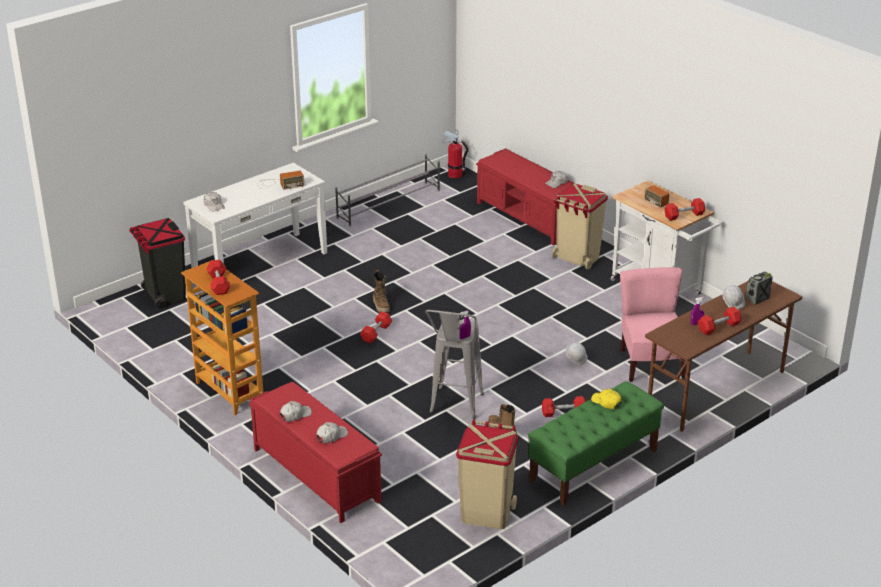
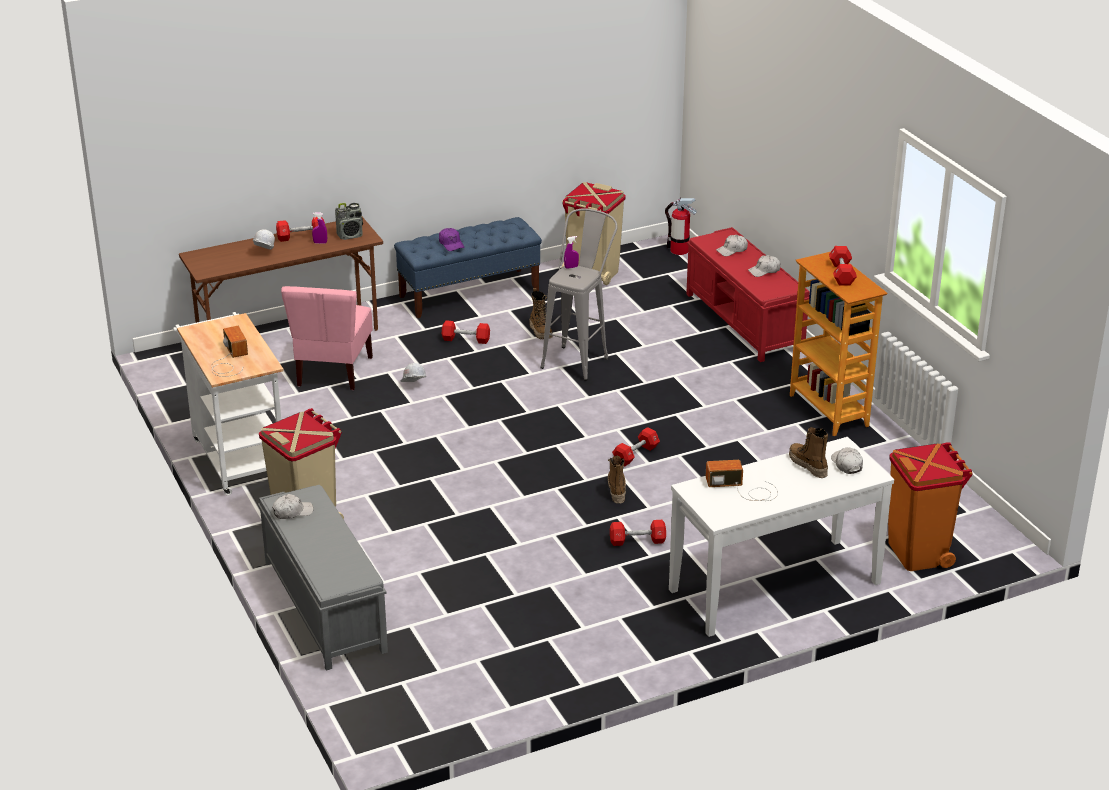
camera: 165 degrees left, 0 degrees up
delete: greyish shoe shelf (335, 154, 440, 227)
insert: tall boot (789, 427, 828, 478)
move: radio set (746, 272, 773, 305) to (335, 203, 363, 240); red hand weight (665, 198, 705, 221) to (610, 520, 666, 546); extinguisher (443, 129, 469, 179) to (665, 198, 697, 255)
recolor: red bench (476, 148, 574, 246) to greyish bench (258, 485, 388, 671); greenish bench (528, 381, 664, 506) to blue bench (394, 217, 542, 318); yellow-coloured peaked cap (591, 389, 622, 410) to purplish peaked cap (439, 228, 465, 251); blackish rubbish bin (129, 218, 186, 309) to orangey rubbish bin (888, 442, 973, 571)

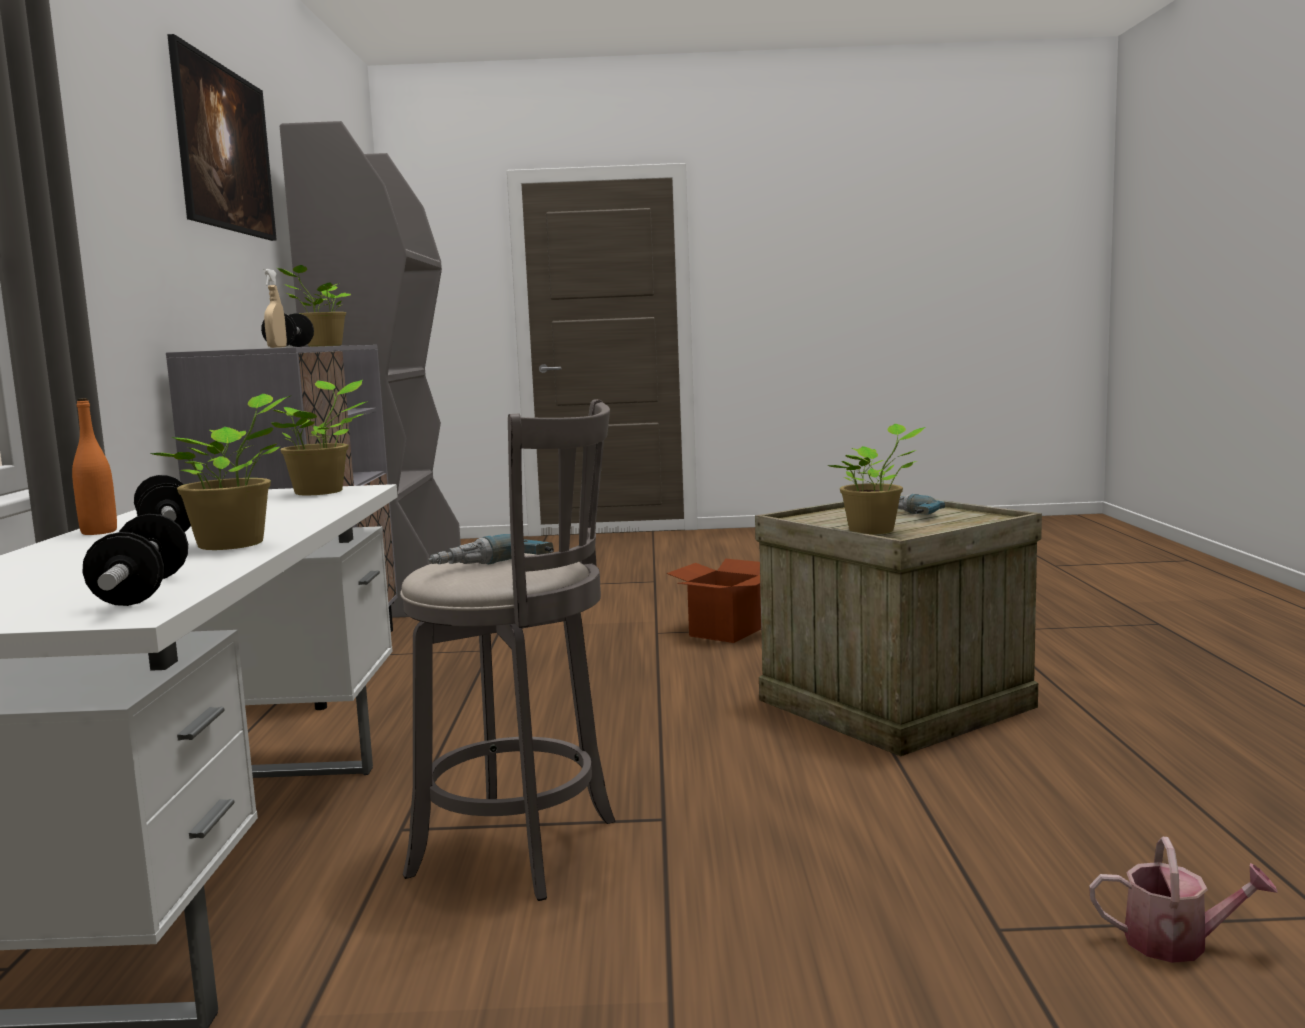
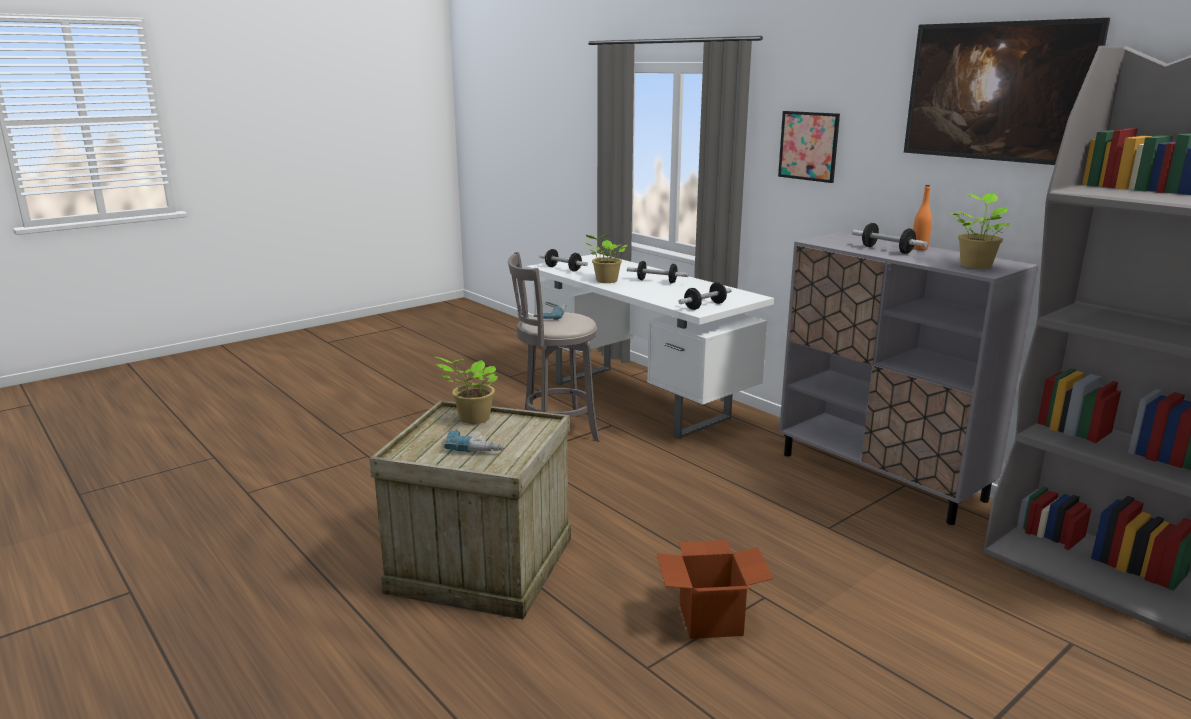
camera: 140 degrees right, 10 degrees up
delete: sand-coloured spray bottle (263, 269, 287, 348); watering pot (1089, 837, 1278, 963)
insert: wall art (778, 111, 840, 183)
move: orangey bottle (72, 398, 117, 535) to (913, 185, 932, 250)
replace: plant in a pot (271, 380, 368, 495) to hand weight (678, 282, 732, 310)

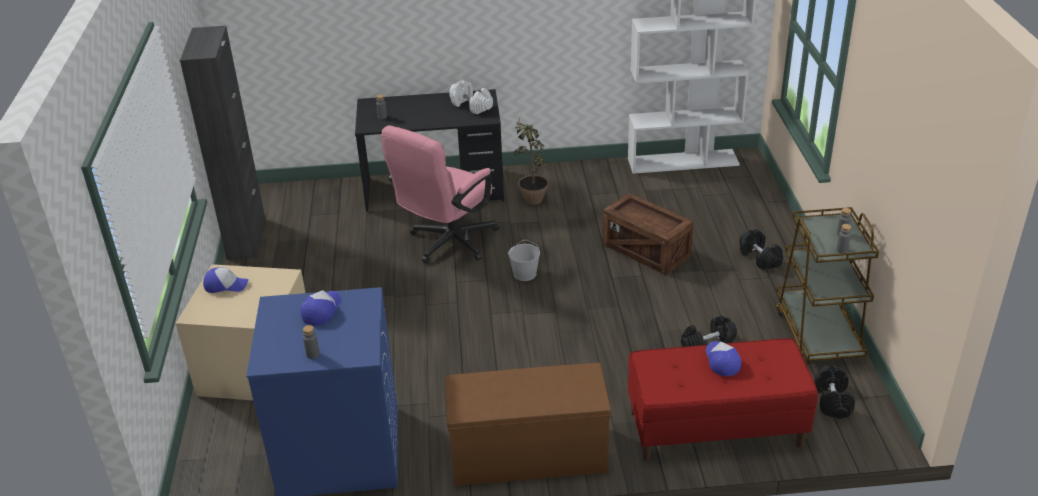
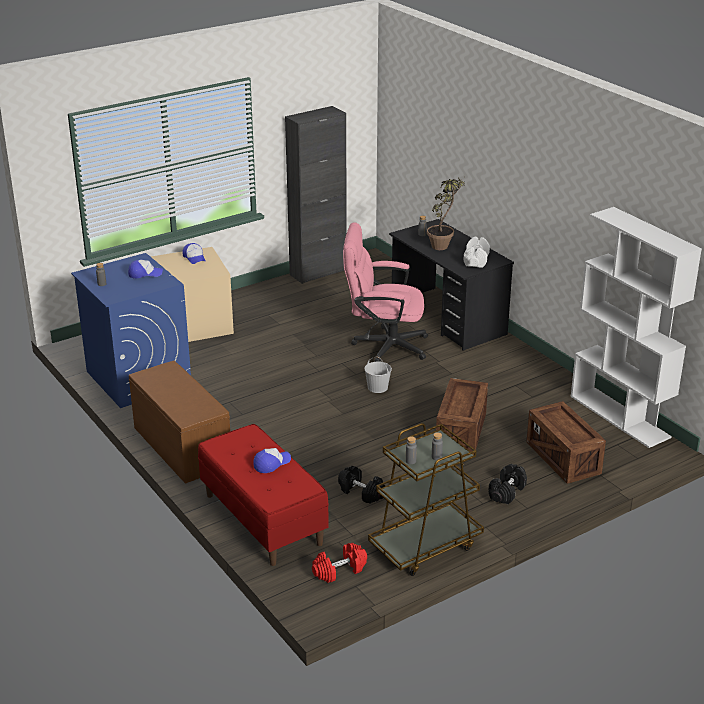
camera: 60 degrees right, 5 degrees down
insert: packing crate (526, 401, 606, 484)
move: plant in a pot (514, 117, 550, 205) to (427, 178, 465, 250)
recolor: blackish hand weight (814, 365, 855, 419) to red hand weight (312, 543, 367, 583)

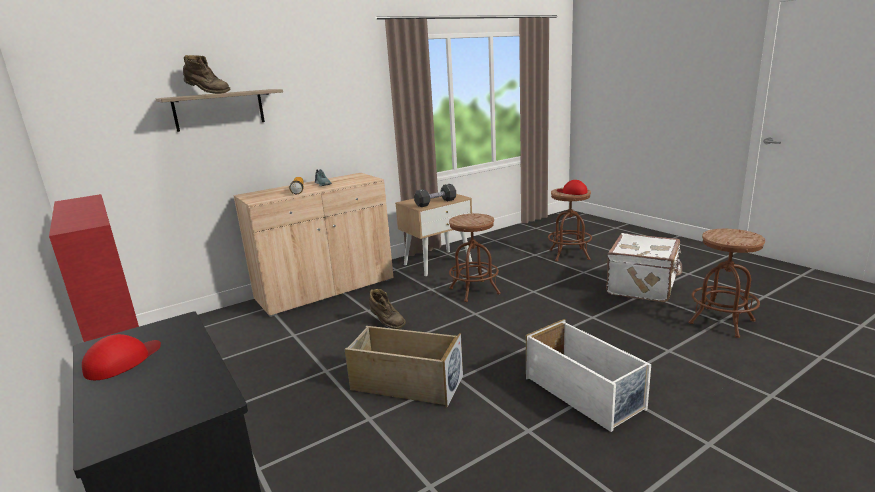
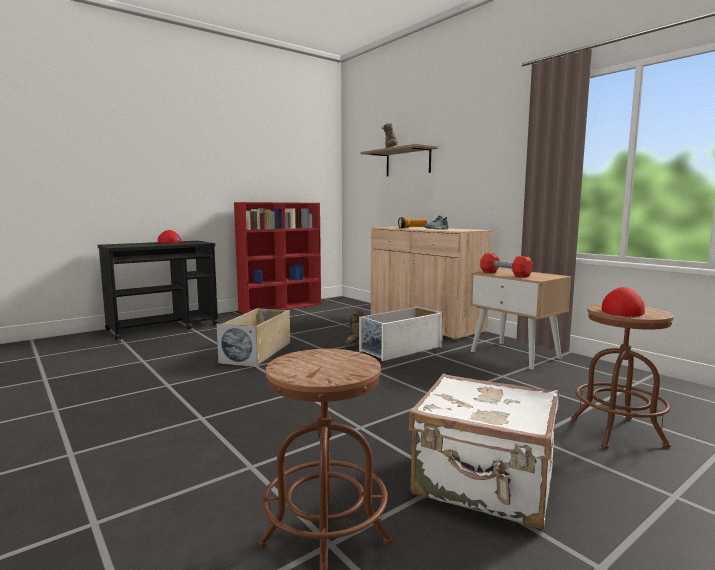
camera: 85 degrees right, 10 degrees down
delete: brown-coloured stool seat (449, 214, 501, 302)
move: white-coloured storage box (526, 319, 651, 432) to (359, 306, 443, 361)
recolor: blackish hand weight (414, 184, 456, 207) to red hand weight (480, 253, 533, 278)

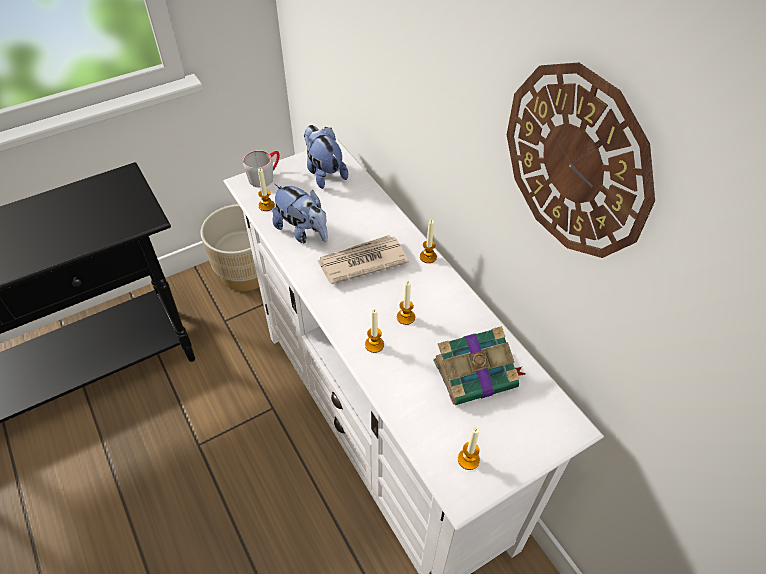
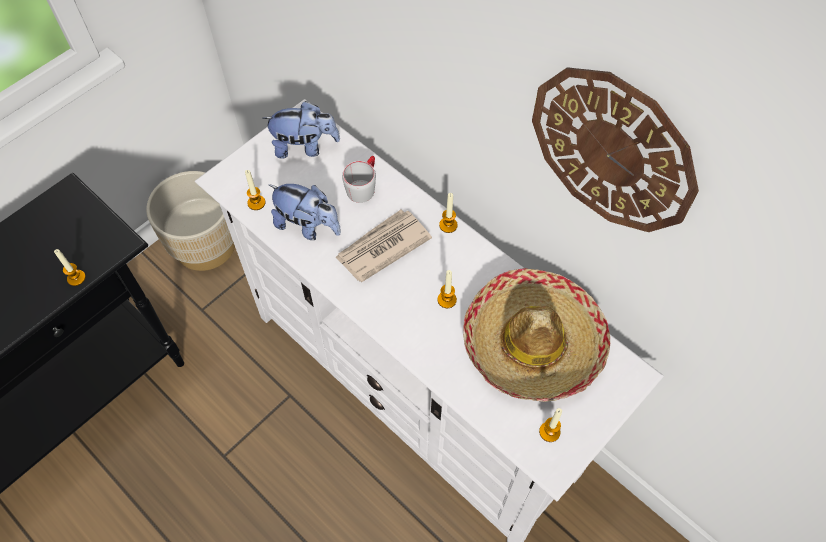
camera: 15 degrees left, 10 degrees up
move: wax candle (365, 309, 384, 353) to (54, 249, 86, 286); greyish coffee mug (243, 150, 280, 188) to (342, 156, 376, 203)
replace: bound book (433, 326, 526, 405) to wearable hat (463, 268, 610, 402)
rotate: soft toy (304, 125, 348, 189) = (262, 101, 340, 159) 135 degrees clockwise

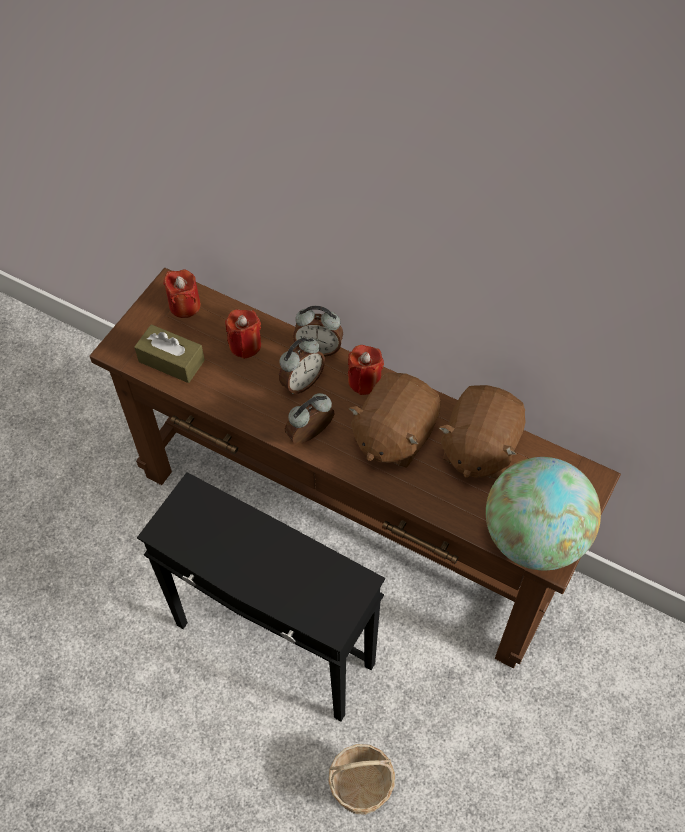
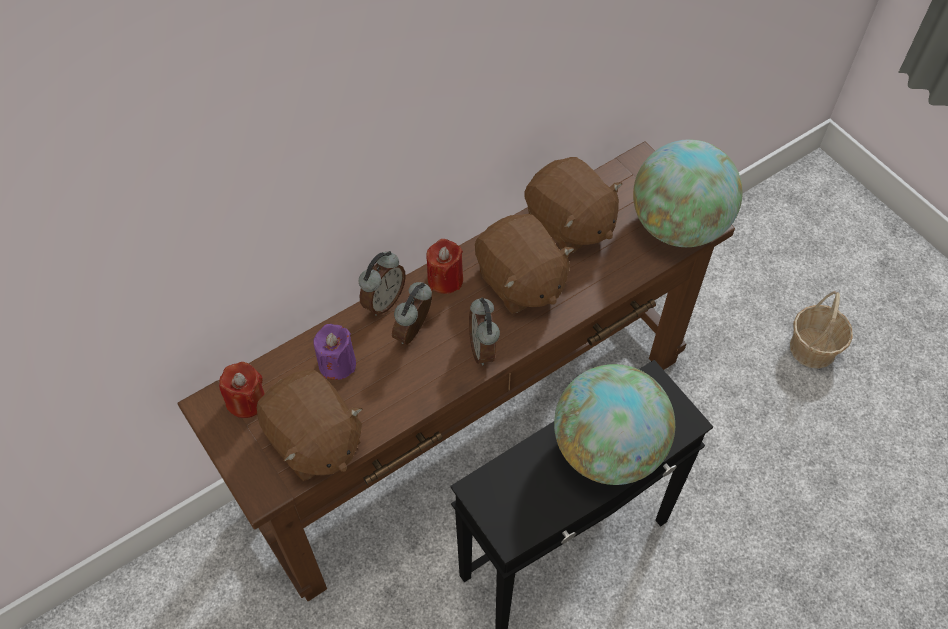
camera: 65 degrees left, 0 degrees up
insert: desk globe (554, 364, 675, 485)
move: storage basket (329, 744, 395, 815) to (790, 291, 853, 369)
replace: brown-coloured tissue holder (134, 324, 205, 383) to brown-coloured soft toy (257, 369, 363, 481)
recolor: red wax candle (225, 309, 261, 359) to purplish wax candle (313, 324, 356, 380)
rotate: bedside clock (279, 338, 325, 394) = (392, 282, 432, 345) 135 degrees counterclockwise

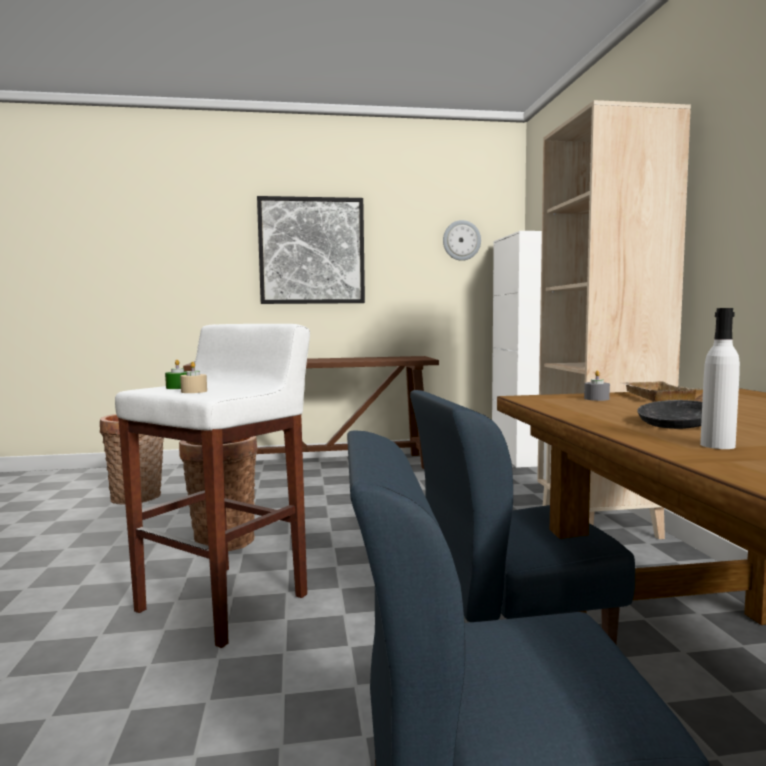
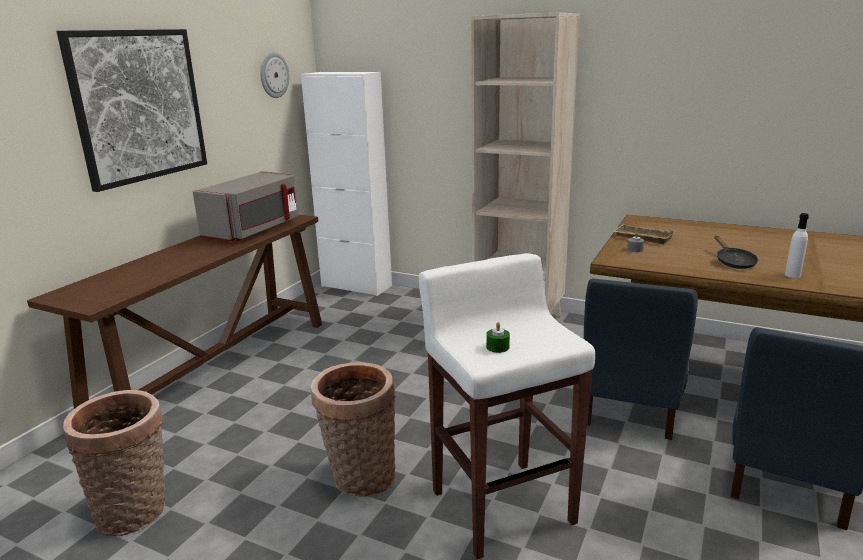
camera: 55 degrees left, 15 degrees up
delete: sand-coloured wax candle (180, 362, 207, 393)
insert: greyish kitchen microwave (193, 171, 298, 241)

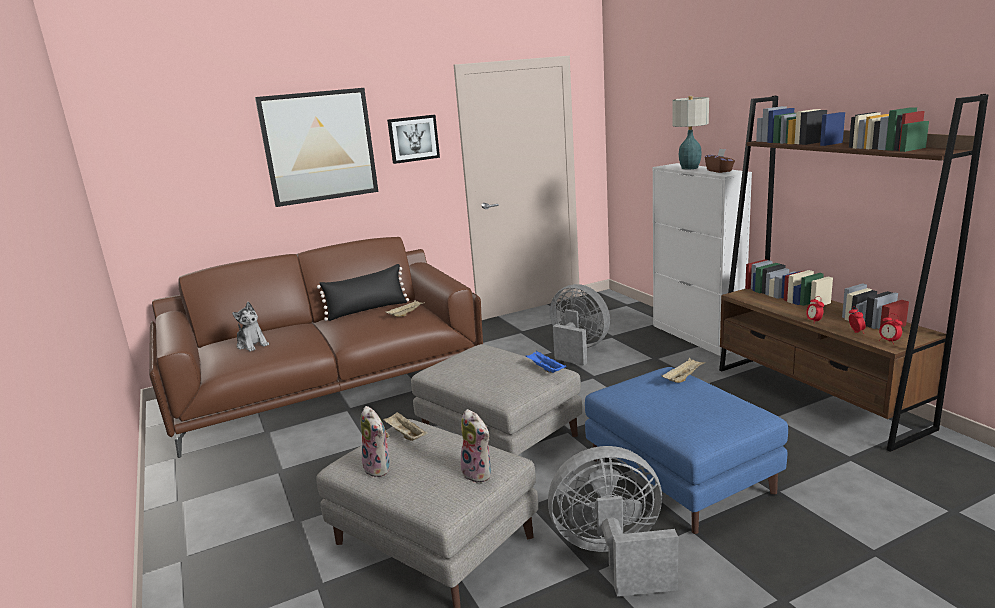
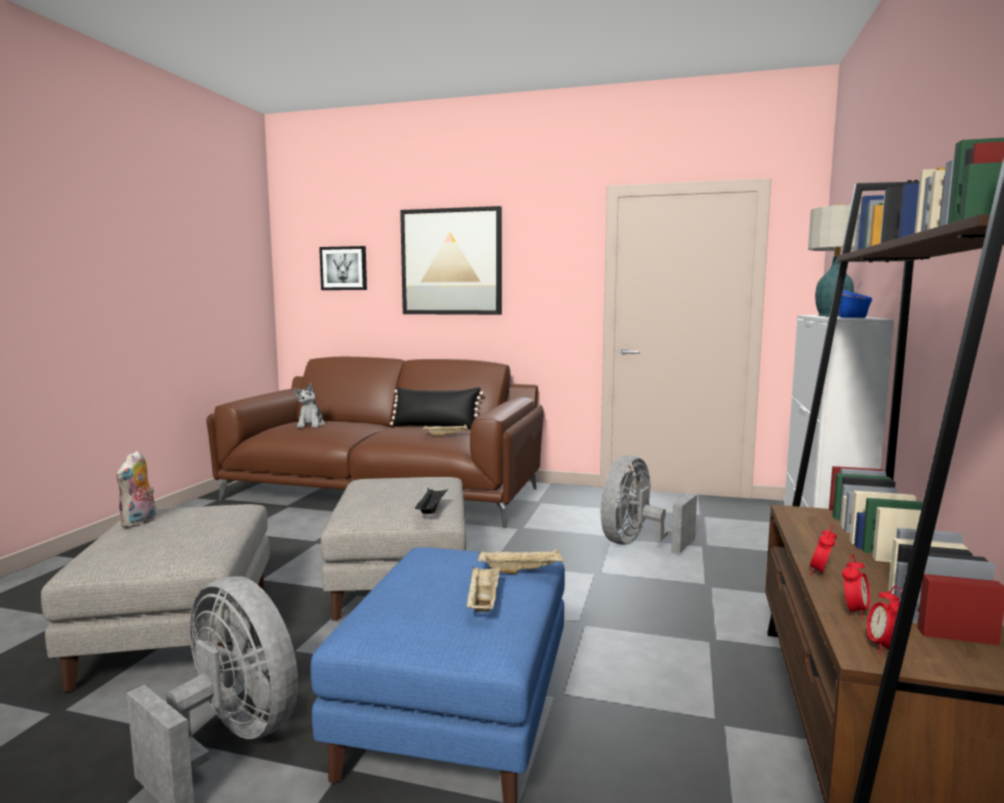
camera: 40 degrees right, 10 degrees down
delete: soft toy (460, 409, 491, 483)
move: wall art (387, 115, 440, 164) to (319, 246, 367, 290); sand-coloured tray (383, 412, 428, 441) to (466, 566, 501, 612)
recolor: blue tray (526, 350, 566, 373) to blackish tray (415, 488, 448, 514); brown-coloured tissue holder (705, 149, 735, 173) to blue tissue holder (838, 282, 872, 318)
rotate: greyish cooling fan (550, 284, 610, 366) = (601, 455, 697, 553) 135 degrees counterclockwise

